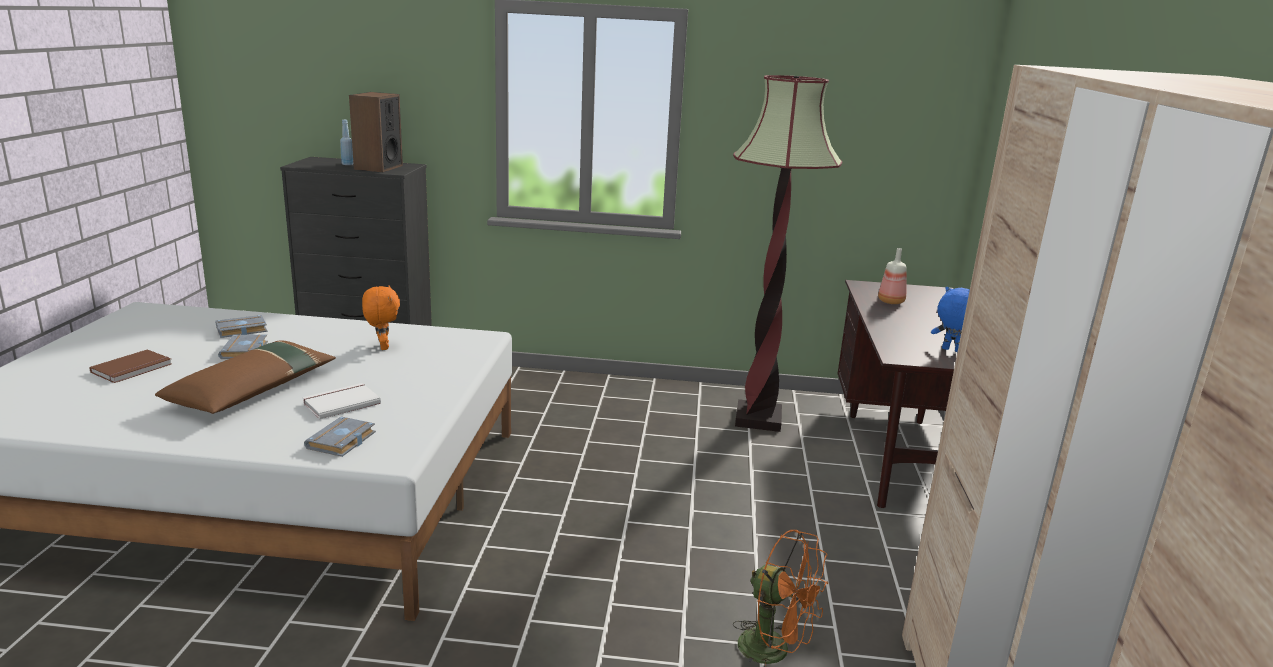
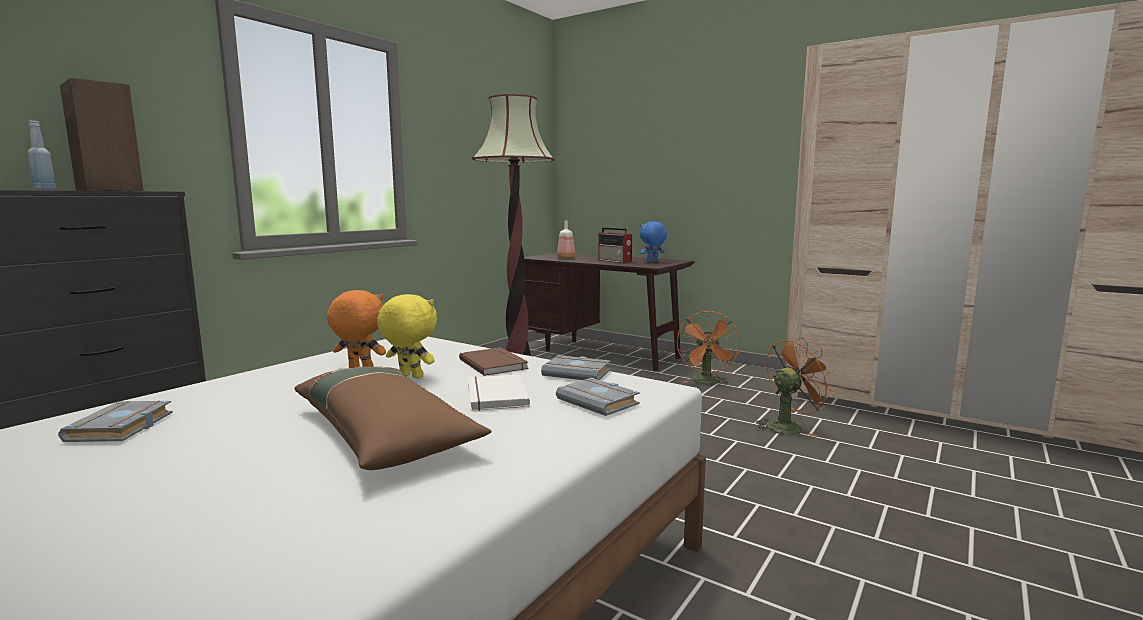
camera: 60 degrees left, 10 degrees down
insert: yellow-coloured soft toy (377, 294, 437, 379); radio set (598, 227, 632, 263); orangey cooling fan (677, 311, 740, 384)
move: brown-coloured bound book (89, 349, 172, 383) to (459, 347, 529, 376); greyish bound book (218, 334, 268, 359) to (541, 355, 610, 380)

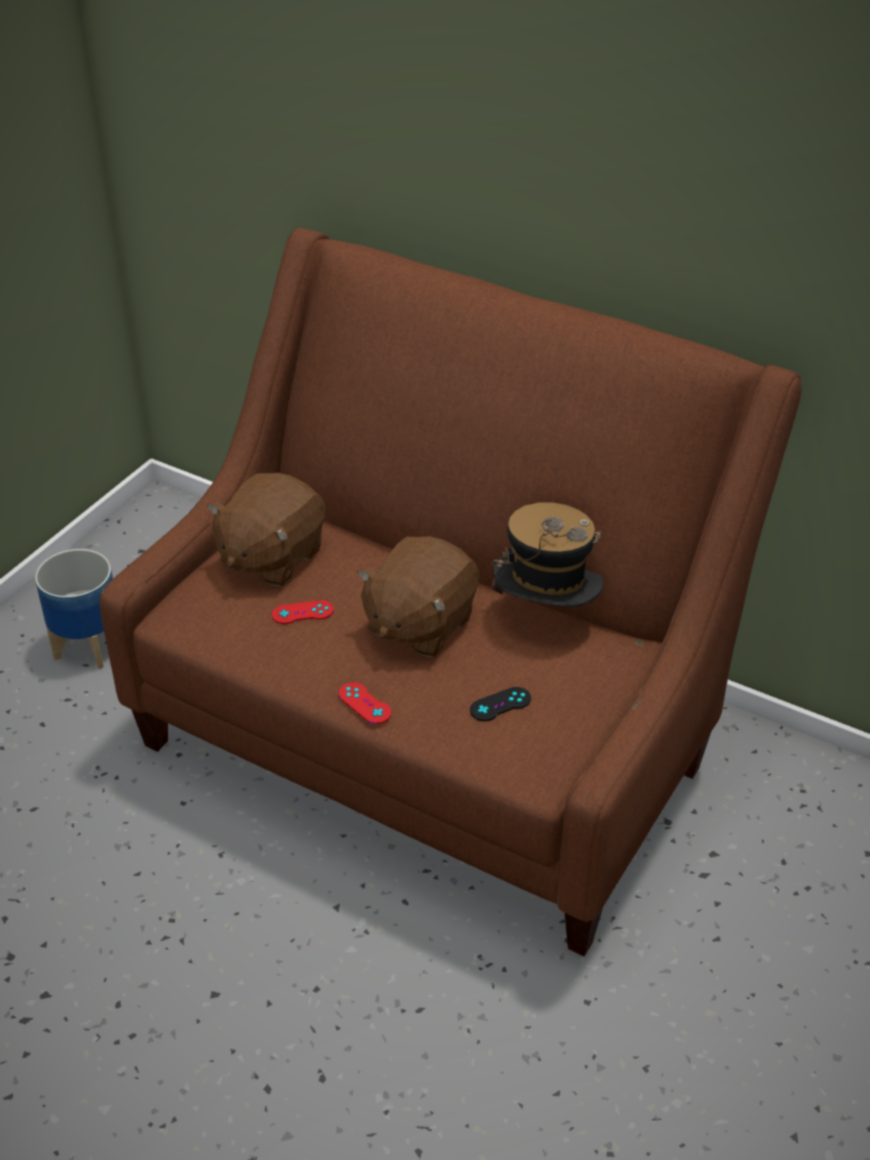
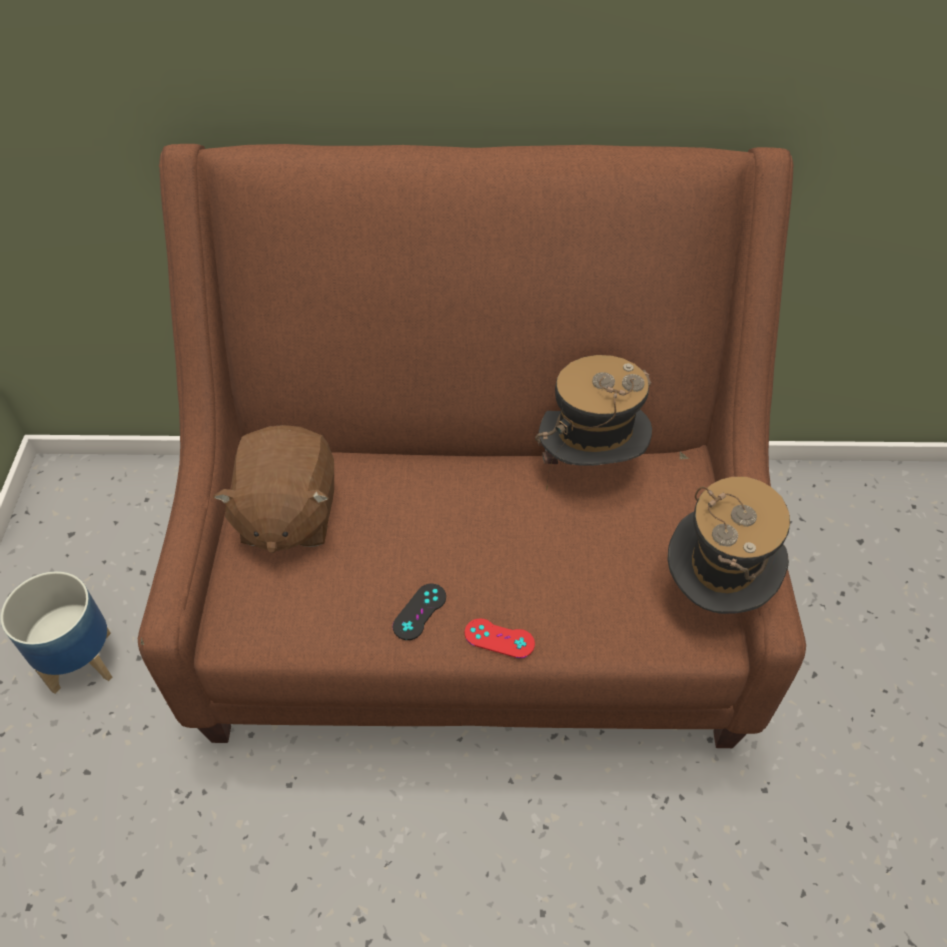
camera: 30 degrees left, 10 degrees up
delete: red game controller (272, 600, 334, 624); brown-coloured soft toy (357, 536, 479, 657)
insert: wearable hat (668, 477, 790, 614)
move: blackish game controller (470, 687, 531, 721) to (393, 584, 446, 640)

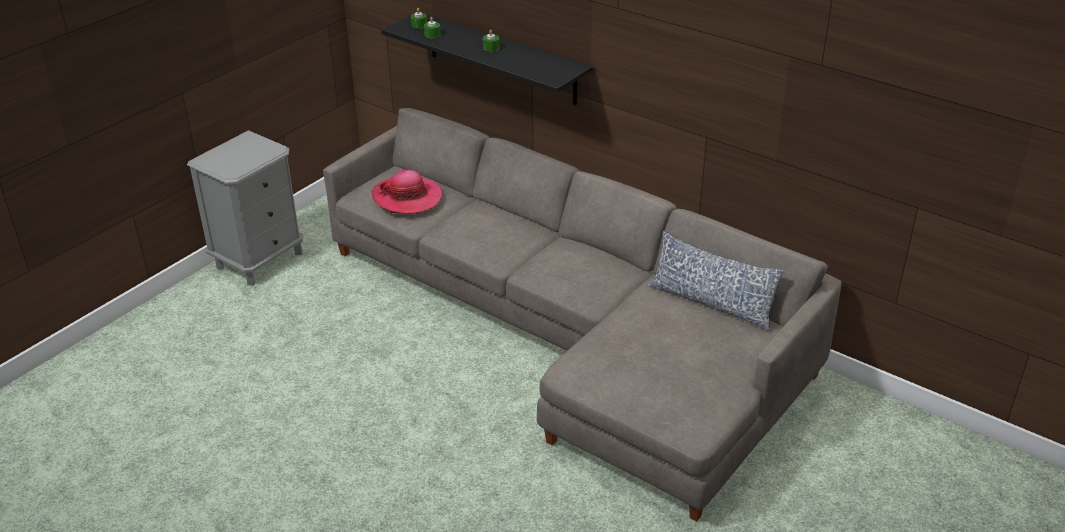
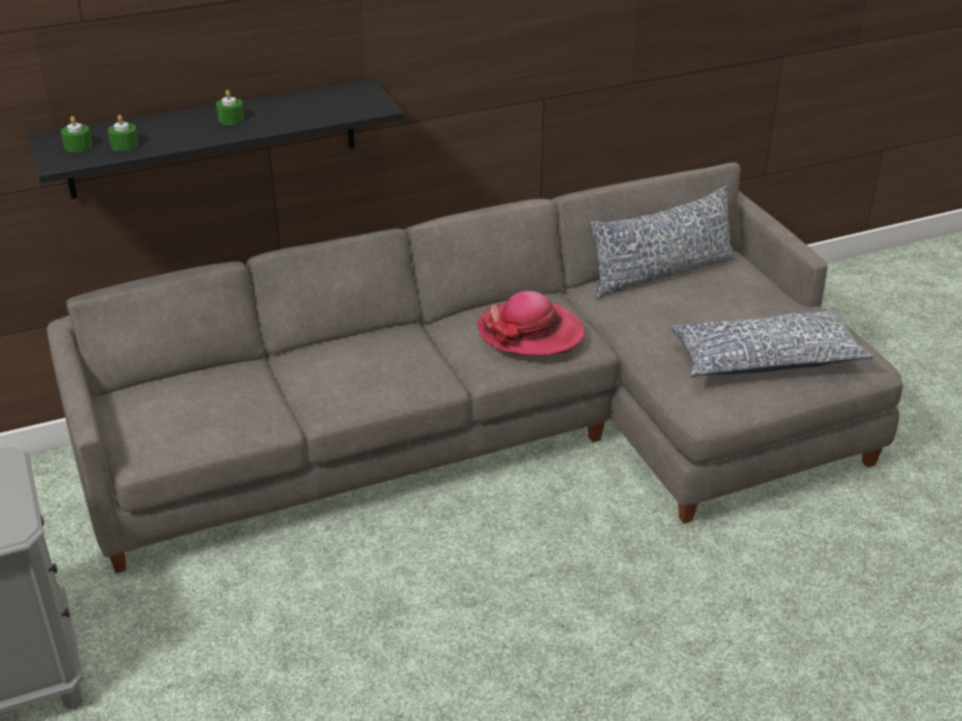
camera: 60 degrees left, 0 degrees up
insert: cushion (671, 309, 874, 377)
move: wearable hat (372, 170, 442, 214) to (477, 291, 584, 356)

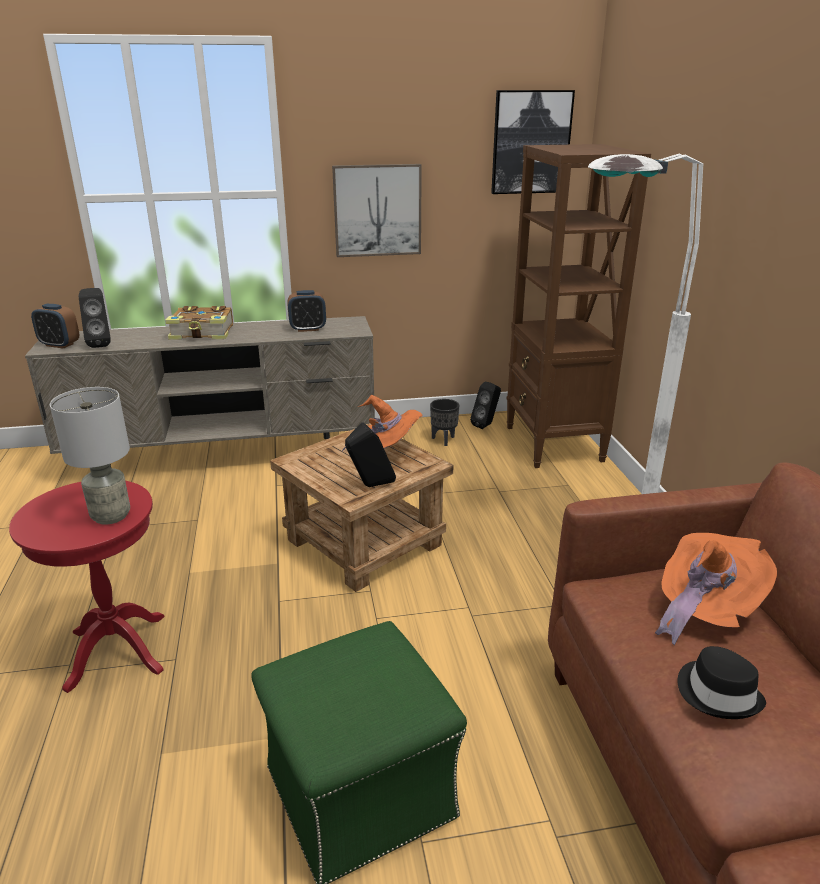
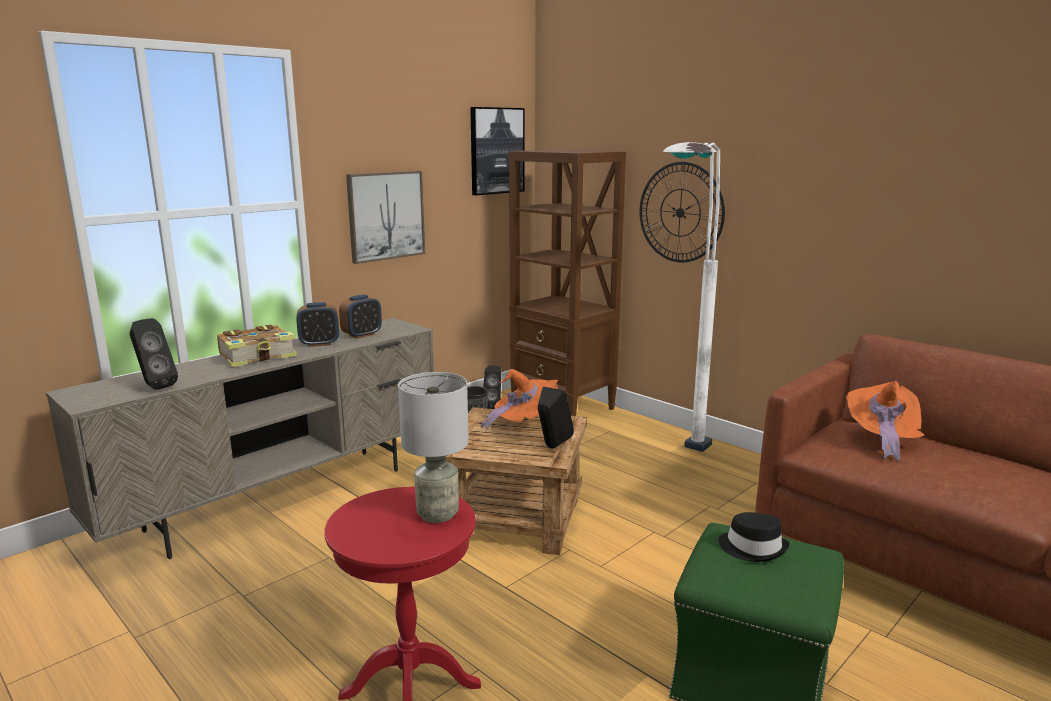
camera: 35 degrees left, 10 degrees down
insert: clock on the wall (640, 162, 725, 262)
move: bedside clock (31, 304, 79, 349) to (296, 302, 339, 347); blackish wearable hat (677, 646, 766, 719) to (718, 512, 789, 562)

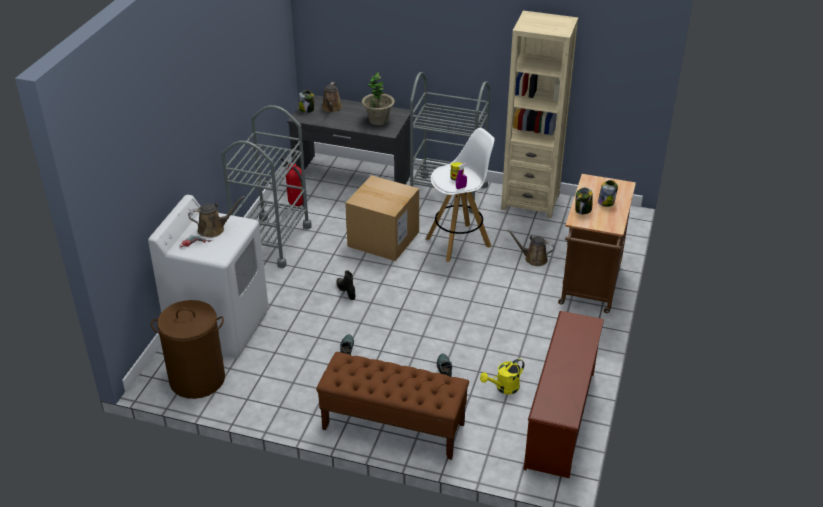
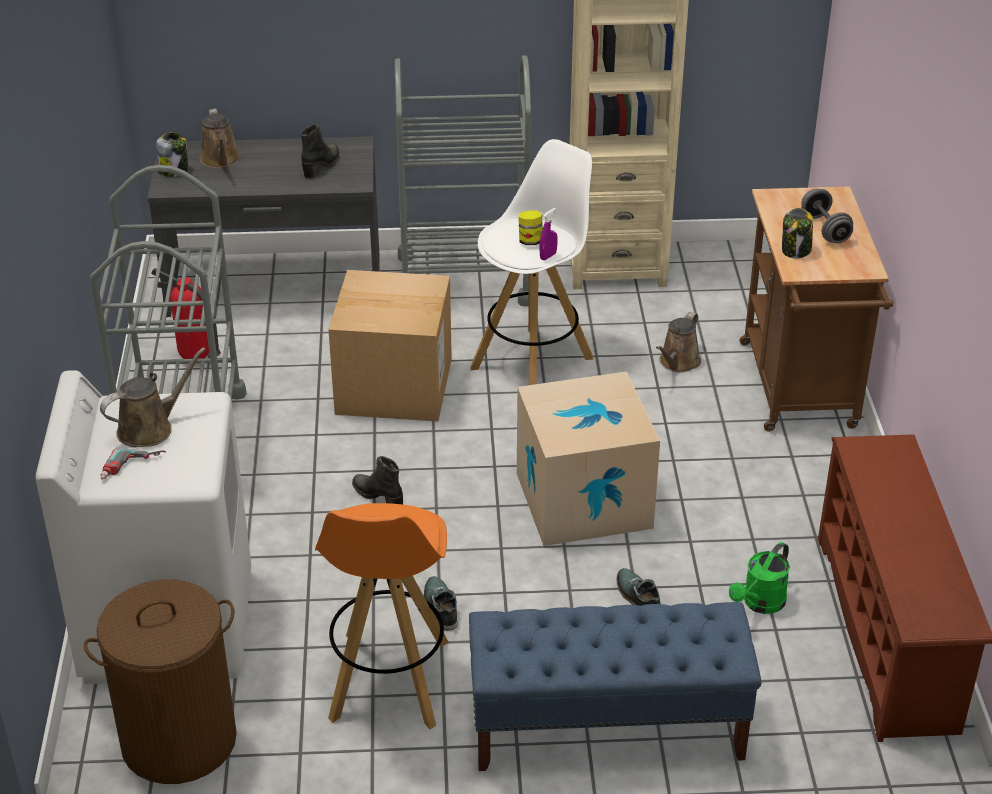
camera: 20 degrees left, 0 degrees up
insert: orangey stool seat (315, 503, 449, 729); cardboard box (517, 372, 660, 546)
replace: plant in a pot (361, 72, 395, 125) to blackish tall boot (301, 124, 339, 179); storage jar (598, 180, 618, 207) to greyish hand weight (801, 189, 853, 243)
recolor: brown-coloured bench (316, 352, 469, 460) to blue bench (469, 602, 761, 771); yellow-coloured watering pot (480, 359, 524, 395) to greenish watering pot (729, 542, 790, 614)
rotate: brown-coloured watering pot (507, 229, 555, 266) = (656, 312, 701, 373) 60 degrees counterclockwise

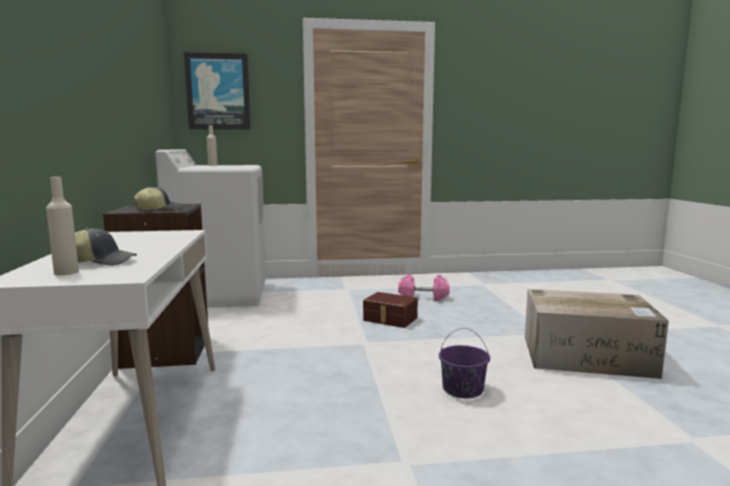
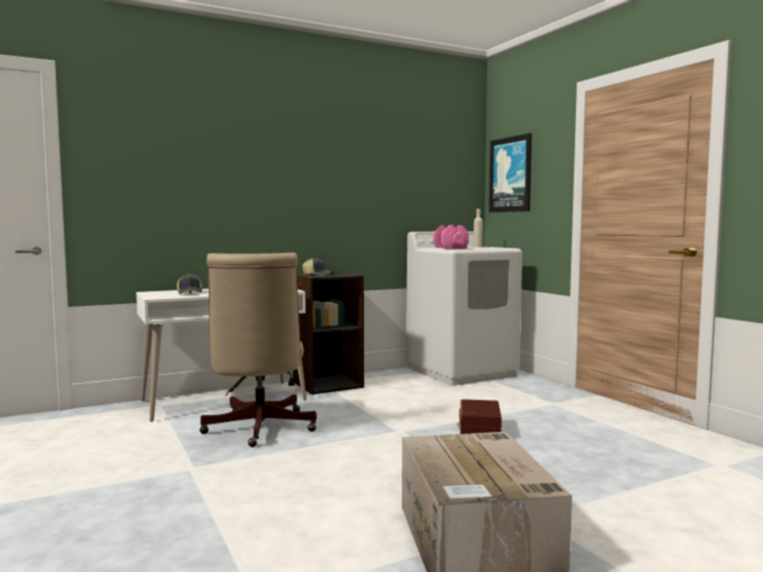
camera: 70 degrees right, 5 degrees down
delete: sand-coloured bottle (46, 177, 79, 275); purplish water bucket (439, 328, 490, 398)
insert: sand-coloured computer chair (199, 253, 317, 447)
move: pink hand weight (398, 274, 450, 301) to (434, 225, 468, 249)

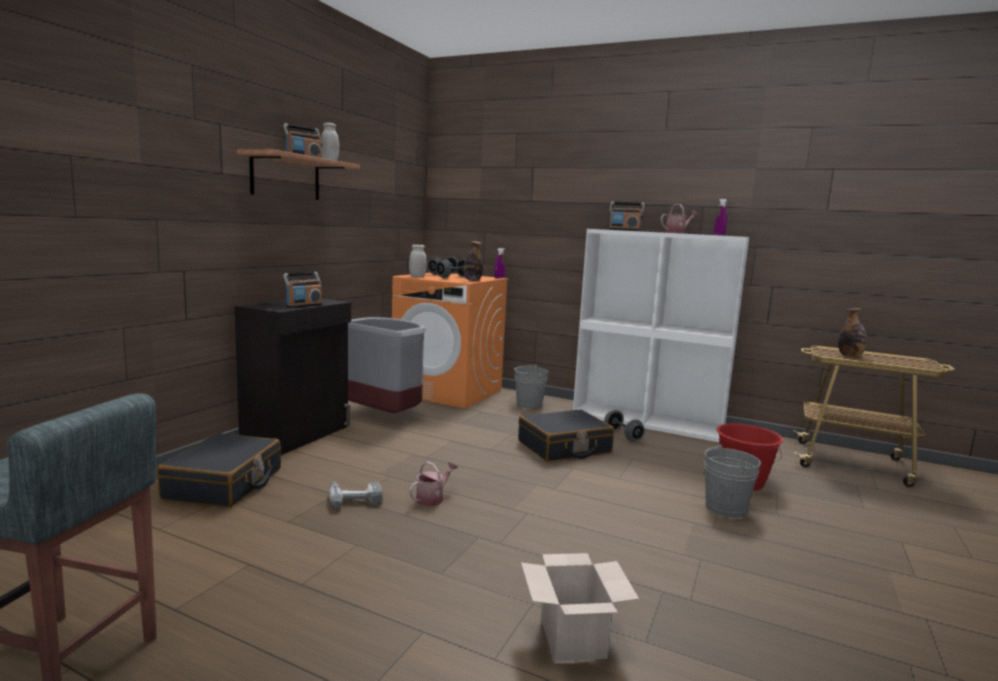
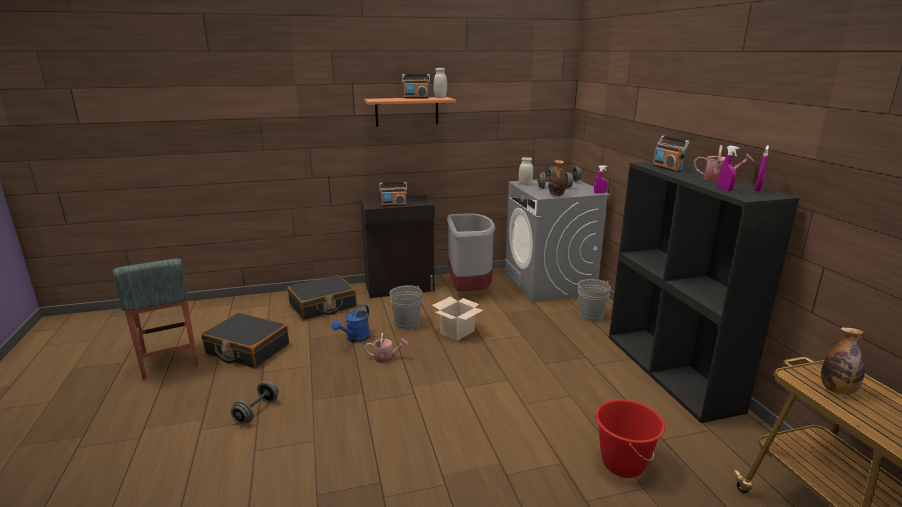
camera: 50 degrees right, 10 degrees up
insert: purplish spray bottle (717, 146, 739, 191)
move: blackish piece of luggage (518, 410, 614, 461) to (201, 313, 289, 368); greyish hand weight (604, 410, 645, 441) to (231, 381, 279, 424); greyish water bucket (704, 444, 761, 518) to (390, 285, 423, 329); cardboard box (521, 553, 639, 662) to (432, 297, 483, 341)
replace: power drill (329, 481, 382, 509) to blue watering pot (332, 304, 370, 343)
recolor: orangey washing machine (392, 273, 508, 409) to greyish washing machine (505, 180, 610, 302); white-coloured bookcase (573, 229, 749, 442) to blackish bookcase (609, 161, 799, 423)

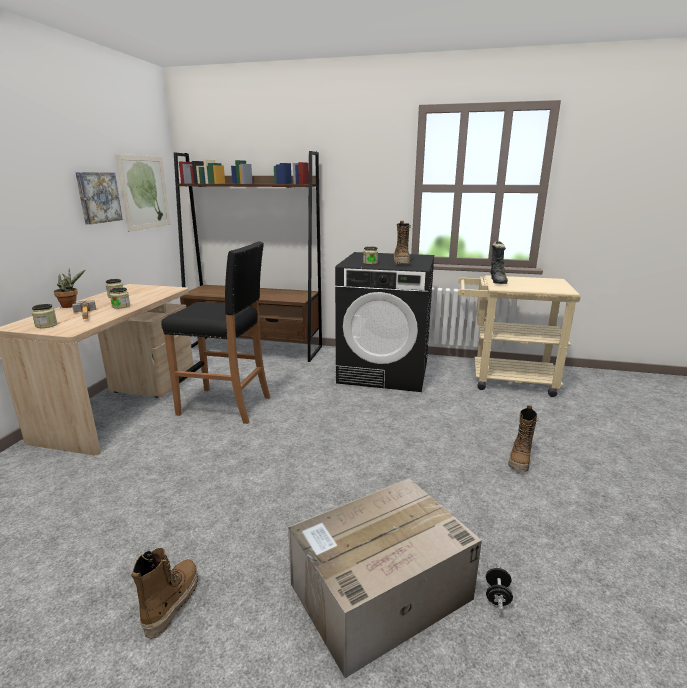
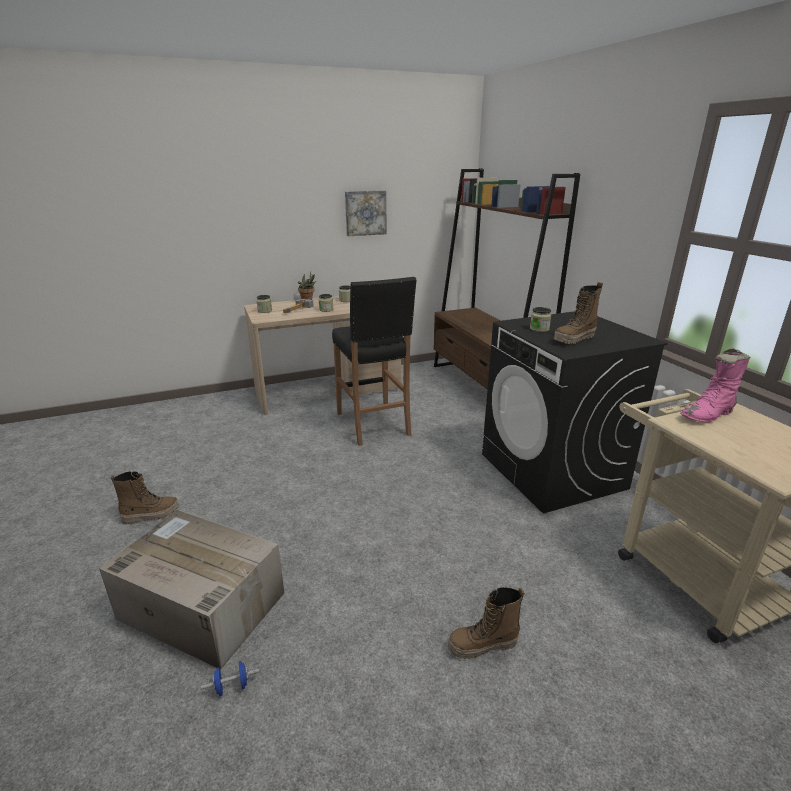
camera: 55 degrees right, 5 degrees up
delete: wall art (116, 154, 170, 232)
recolor: blackish hand weight (486, 565, 513, 611) to blue hand weight (201, 661, 260, 696); blackish tall boot (491, 241, 508, 284) to pink tall boot (680, 348, 750, 422)

